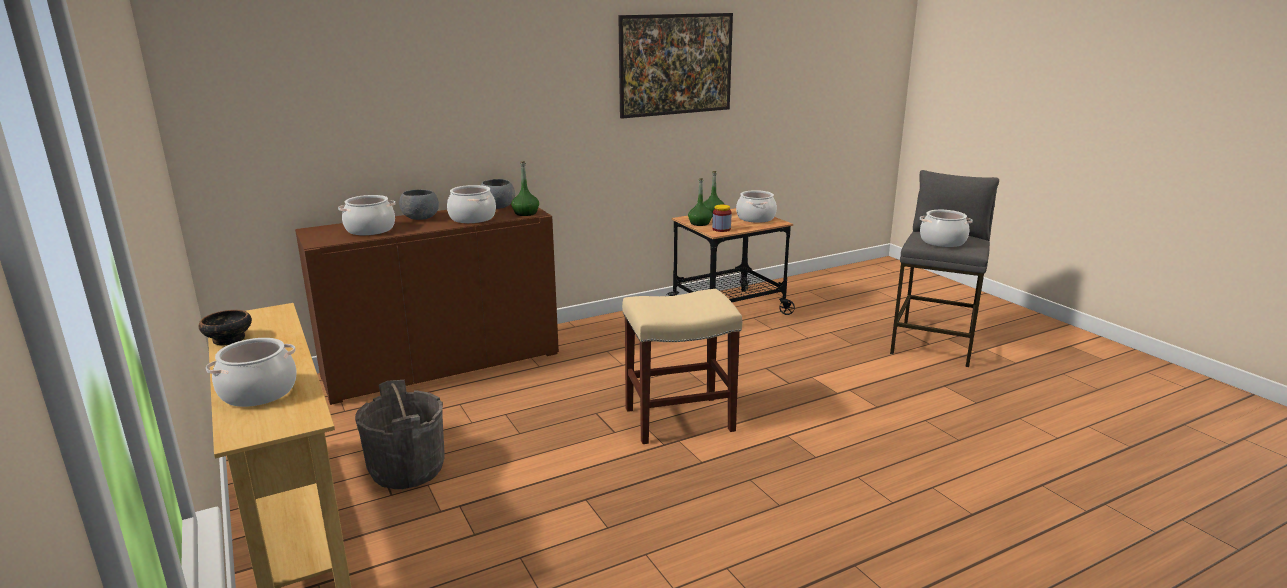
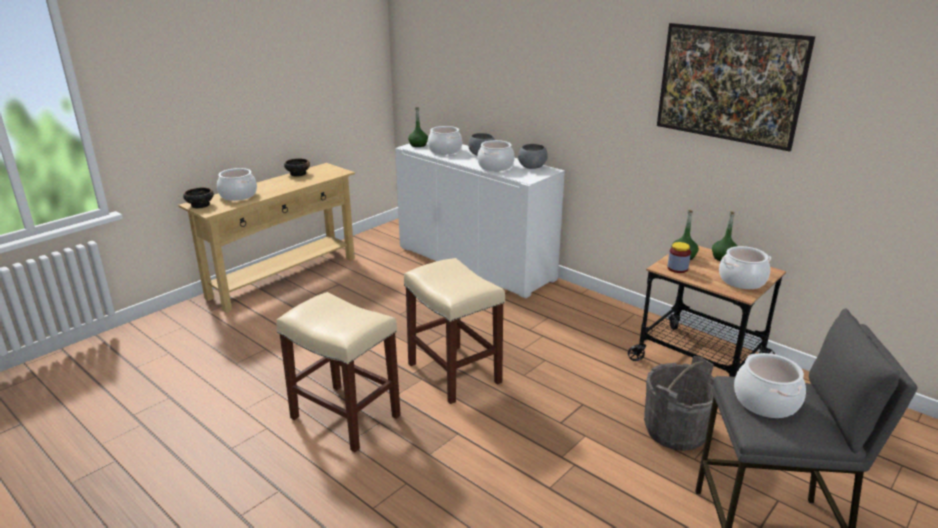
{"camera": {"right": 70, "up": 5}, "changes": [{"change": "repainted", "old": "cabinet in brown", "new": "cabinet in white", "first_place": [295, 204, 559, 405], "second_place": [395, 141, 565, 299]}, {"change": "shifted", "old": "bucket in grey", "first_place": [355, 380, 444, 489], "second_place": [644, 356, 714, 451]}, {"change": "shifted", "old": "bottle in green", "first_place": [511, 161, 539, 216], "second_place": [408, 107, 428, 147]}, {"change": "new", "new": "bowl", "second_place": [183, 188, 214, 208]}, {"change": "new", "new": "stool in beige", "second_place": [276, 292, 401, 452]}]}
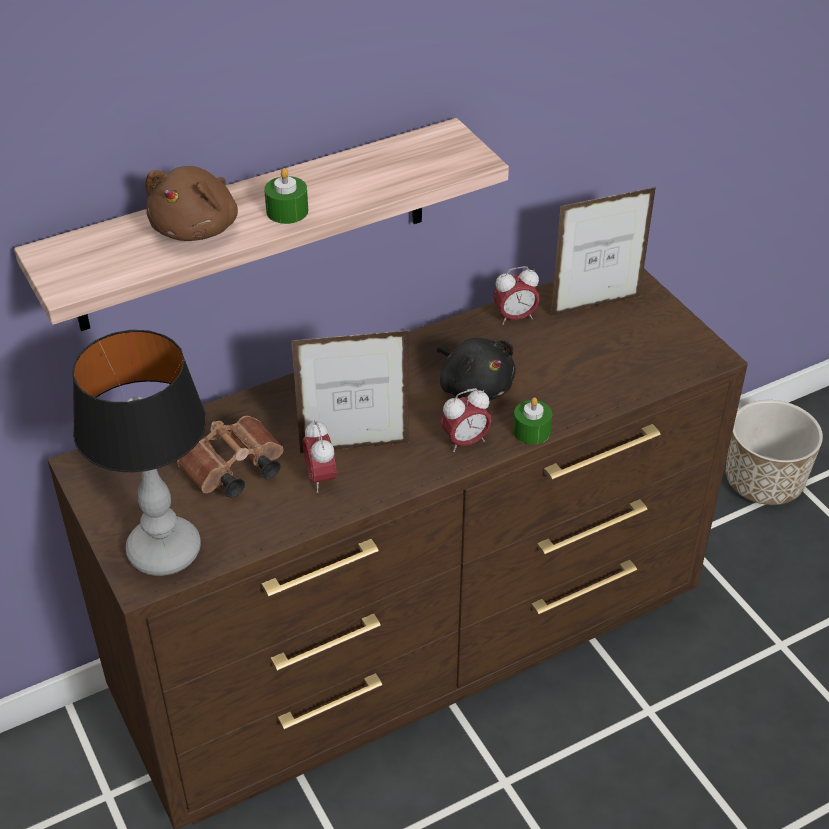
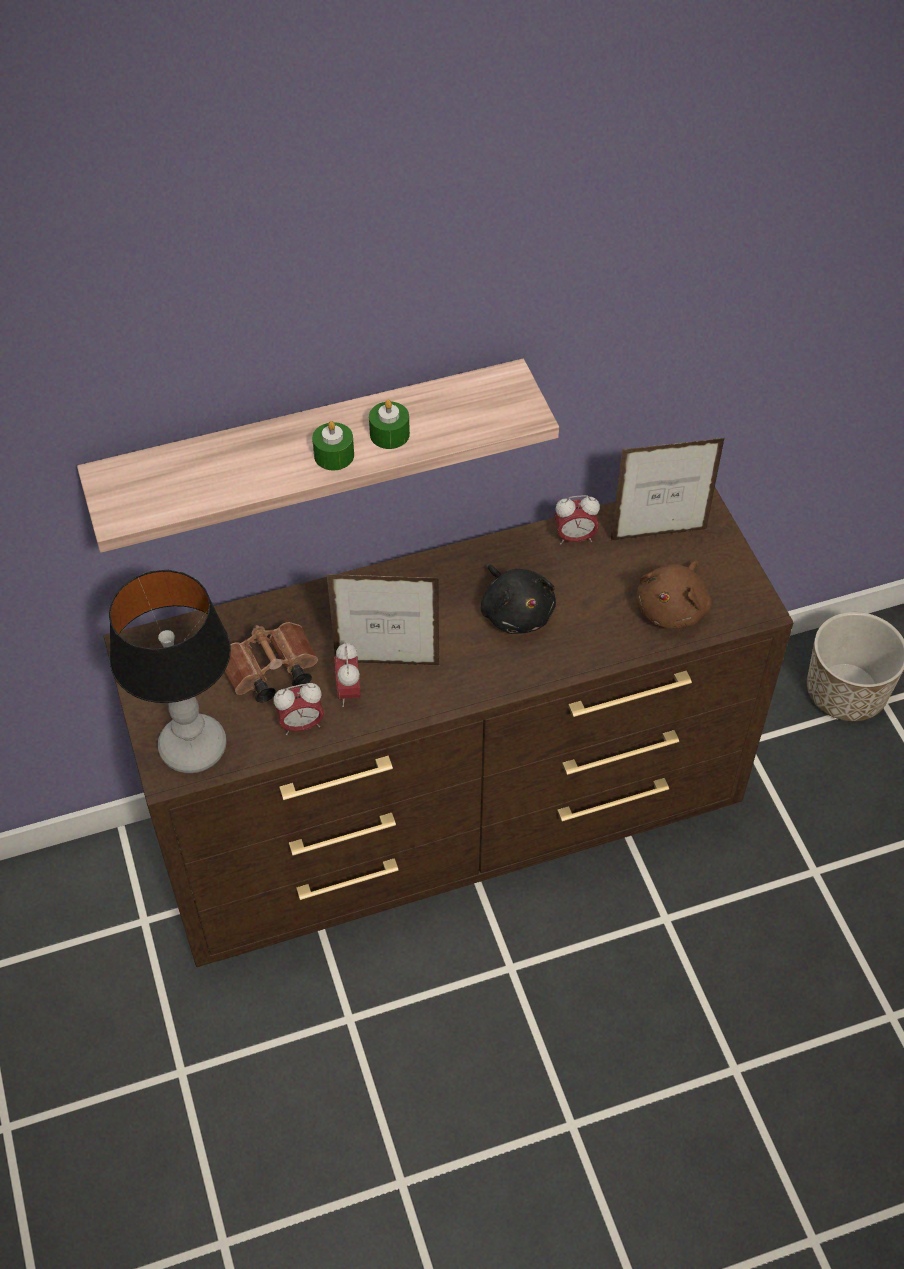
{"camera": {"right": 10, "up": 10}, "changes": [{"change": "shifted", "old": "plush toy in brown", "first_place": [145, 166, 238, 241], "second_place": [636, 561, 712, 629]}, {"change": "shifted", "old": "alarm clock", "first_place": [440, 388, 492, 452], "second_place": [273, 683, 324, 735]}, {"change": "shifted", "old": "candle in green", "first_place": [513, 397, 552, 445], "second_place": [369, 400, 410, 449]}]}
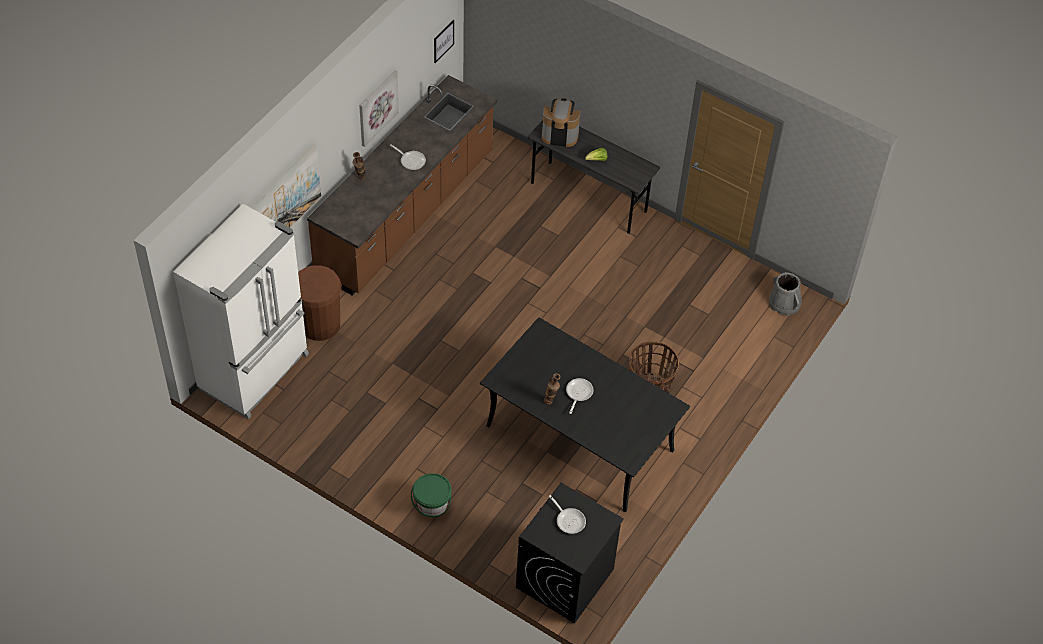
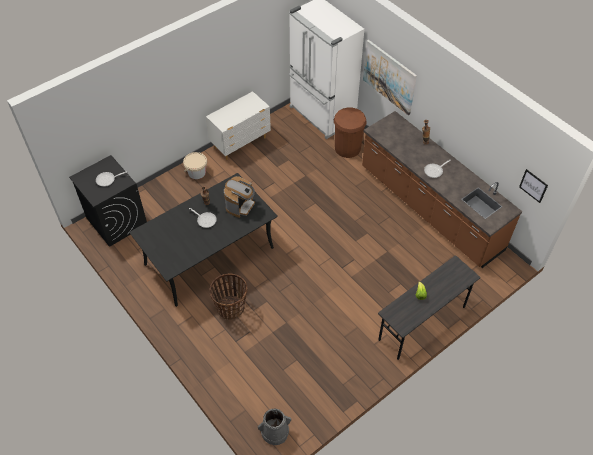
{"camera": {"right": 110, "up": 0}, "changes": [{"change": "gone", "old": "picture", "first_place": [359, 70, 399, 147]}, {"change": "repainted", "old": "bucket in green", "new": "bucket in beige", "first_place": [411, 473, 452, 517], "second_place": [183, 152, 207, 179]}, {"change": "shifted", "old": "coffee machine", "first_place": [542, 98, 581, 147], "second_place": [224, 176, 255, 218]}, {"change": "new", "new": "dresser in white", "second_place": [206, 91, 271, 160]}]}
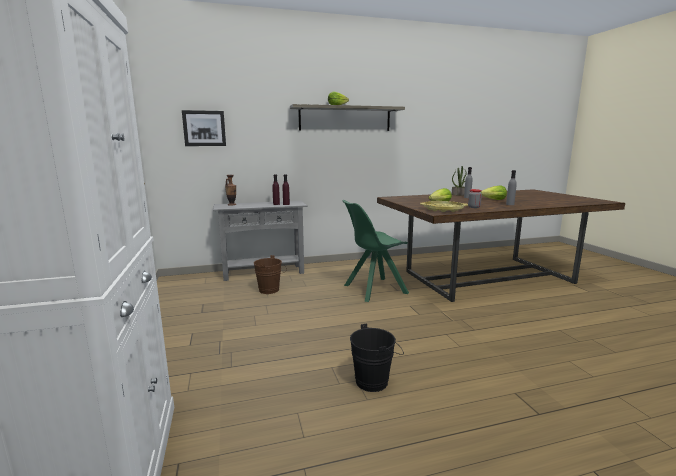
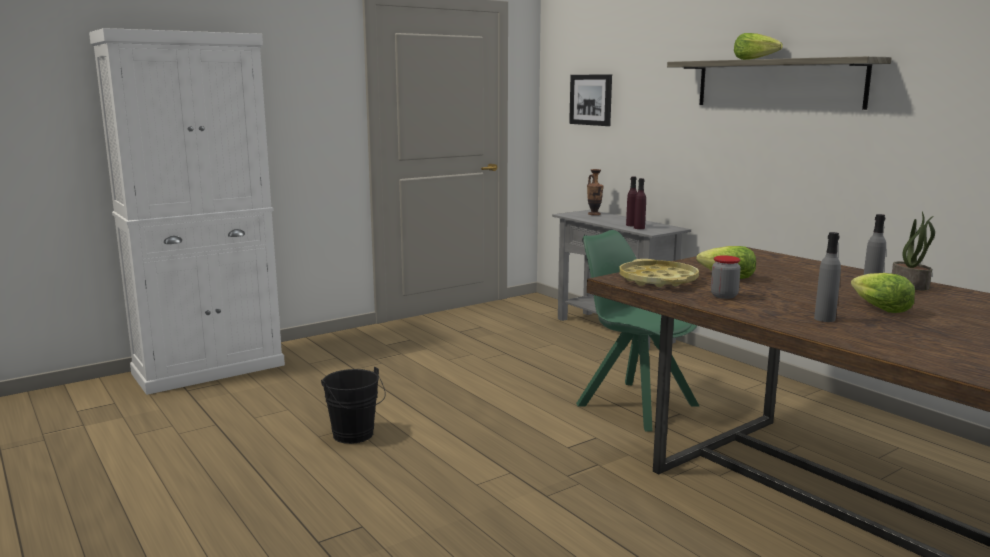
{"camera": {"right": 70, "up": 0}, "changes": [{"change": "gone", "old": "bucket in brown", "first_place": [254, 255, 287, 294]}]}
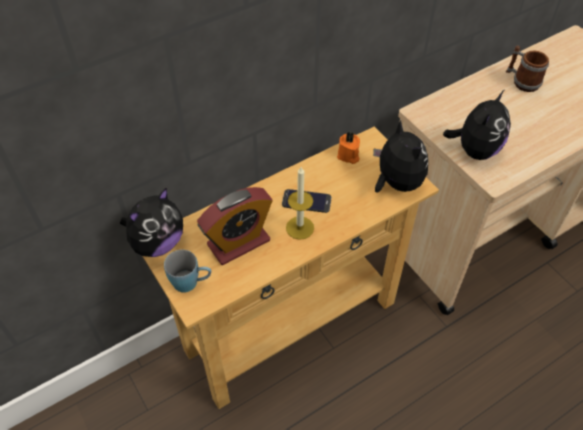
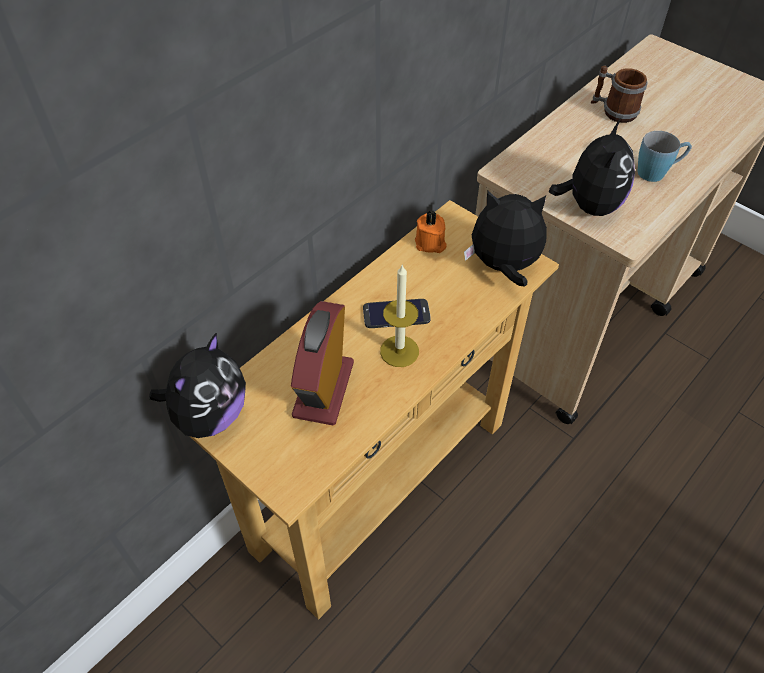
{"camera": {"right": -15, "up": 0}, "changes": [{"change": "shifted", "old": "mug in blue", "first_place": [164, 250, 211, 292], "second_place": [637, 131, 692, 182]}, {"change": "rotated", "old": "alarm clock", "first_place": [197, 187, 273, 265], "second_place": [291, 301, 354, 425], "degrees": 150}, {"change": "rotated", "old": "plush toy", "first_place": [373, 120, 428, 193], "second_place": [464, 191, 547, 286], "degrees": -45}]}
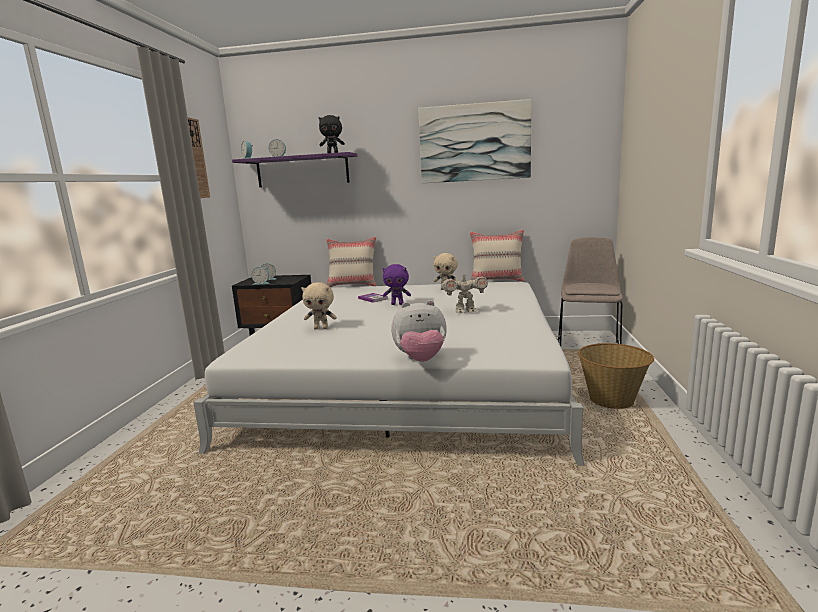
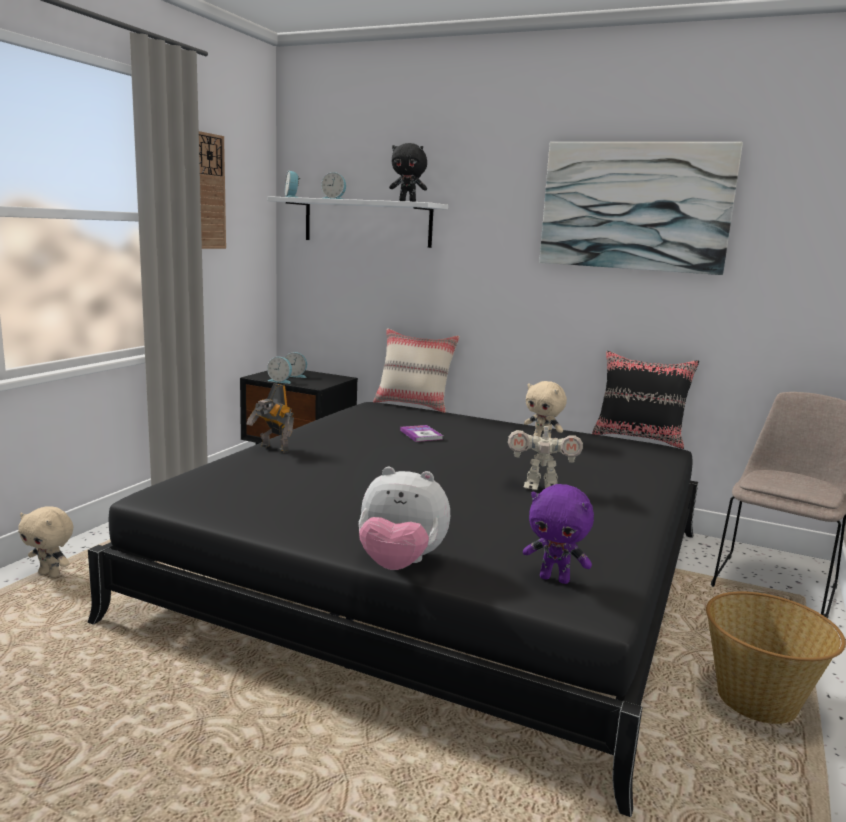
{"camera": {"right": 15, "up": 0}, "changes": [{"change": "repainted", "old": "bed in white", "new": "bed in black", "first_place": [193, 282, 585, 466], "second_place": [87, 402, 698, 817]}, {"change": "repainted", "old": "shelf in purple", "new": "shelf in white", "first_place": [232, 152, 357, 188], "second_place": [267, 196, 448, 248]}, {"change": "shifted", "old": "plush toy in beige", "first_place": [302, 282, 337, 330], "second_place": [18, 506, 73, 577]}, {"change": "shifted", "old": "plush toy in purple", "first_place": [383, 264, 411, 305], "second_place": [523, 484, 594, 584]}, {"change": "repainted", "old": "pillow in beige", "new": "pillow in black", "first_place": [470, 229, 525, 282], "second_place": [592, 351, 699, 449]}, {"change": "new", "new": "toy robot", "second_place": [247, 384, 294, 453]}]}
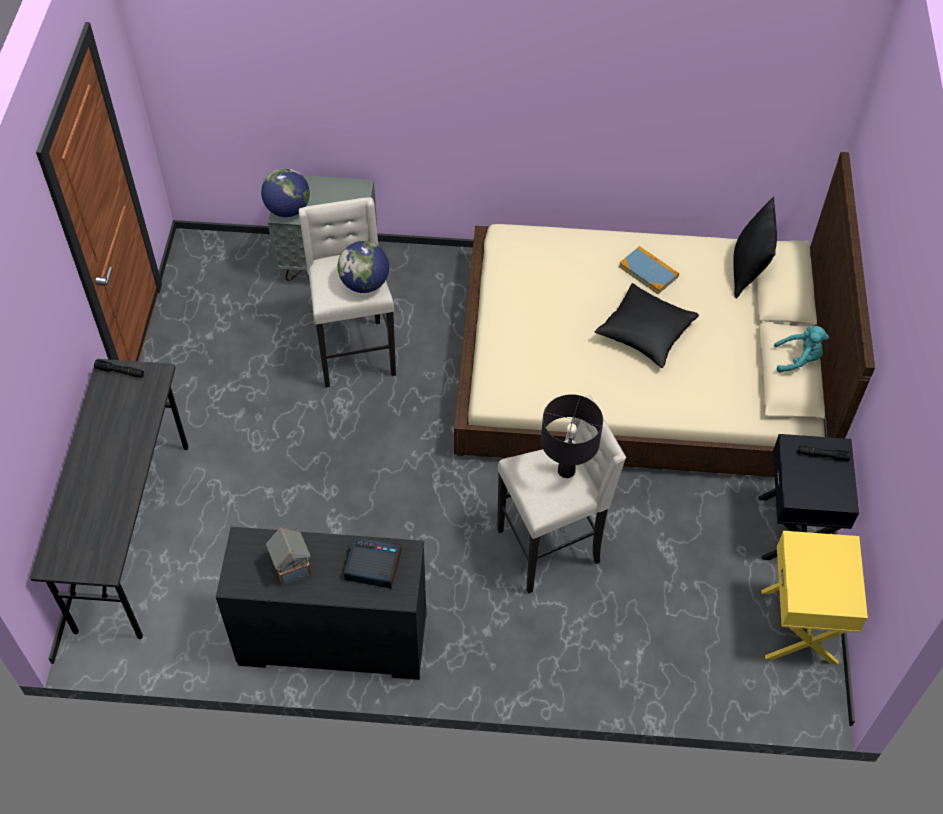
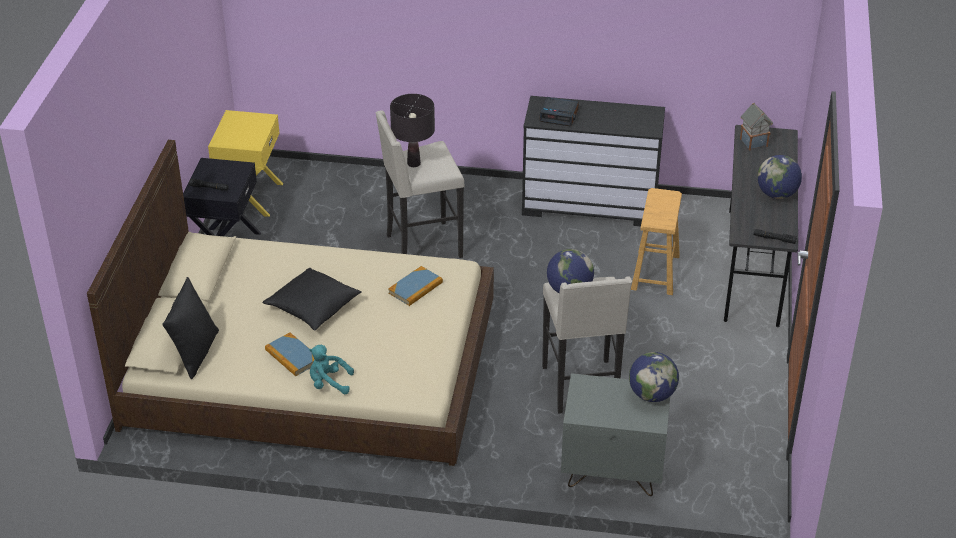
{"camera": {"right": -175, "up": -15}, "changes": [{"change": "shifted", "old": "toy house", "first_place": [266, 526, 311, 587], "second_place": [740, 103, 773, 151]}, {"change": "shifted", "old": "plush toy in turquoise", "first_place": [774, 326, 829, 373], "second_place": [309, 345, 354, 394]}, {"change": "new", "new": "book", "second_place": [388, 266, 443, 306]}, {"change": "new", "new": "stool in brown", "second_place": [631, 188, 682, 295]}, {"change": "new", "new": "globe", "second_place": [757, 155, 802, 199]}]}
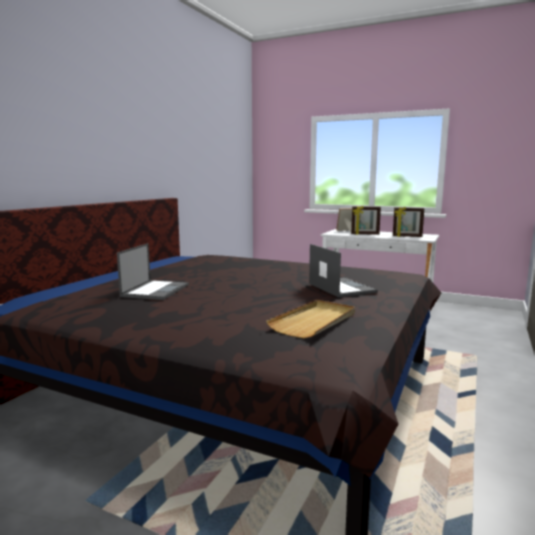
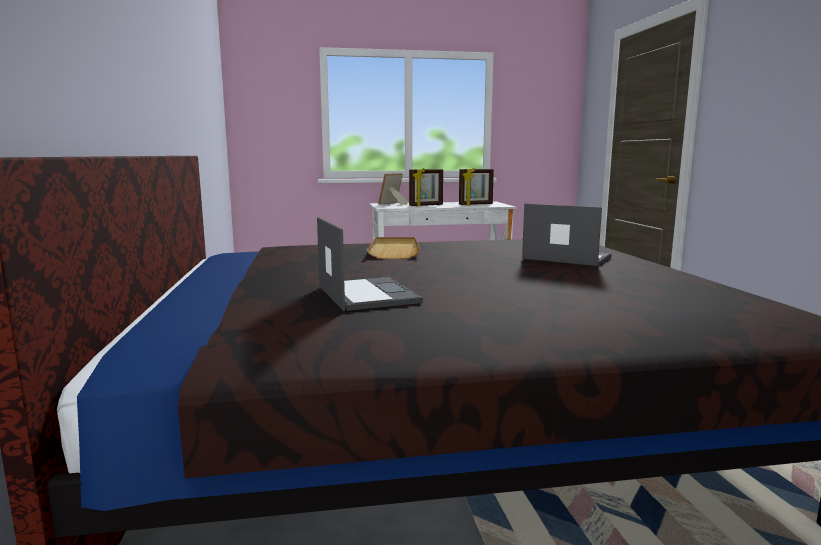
{"camera": {"right": -35, "up": 0}, "changes": [{"change": "shifted", "old": "tray in beige", "first_place": [266, 300, 355, 338], "second_place": [367, 237, 420, 259]}]}
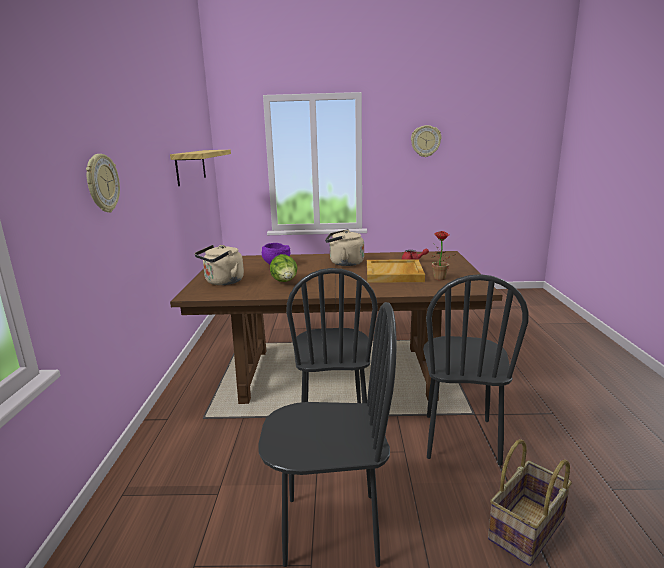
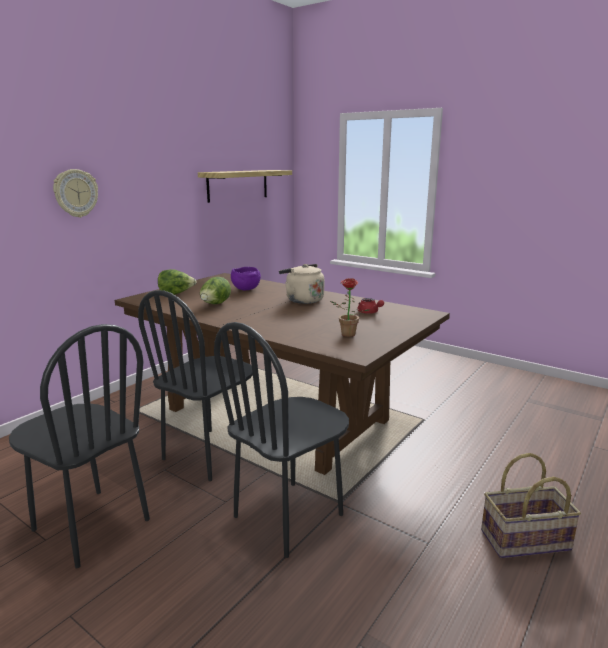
{"camera": {"right": 35, "up": 0}, "changes": [{"change": "swapped", "old": "kettle in beige", "new": "lettuce", "first_place": [194, 245, 244, 285], "second_place": [158, 269, 197, 295]}, {"change": "gone", "old": "tray in beige", "first_place": [367, 259, 425, 283]}, {"change": "gone", "old": "wall clock", "first_place": [411, 125, 441, 157]}, {"change": "shifted", "old": "basket", "first_place": [488, 439, 572, 566], "second_place": [481, 453, 581, 558]}]}
